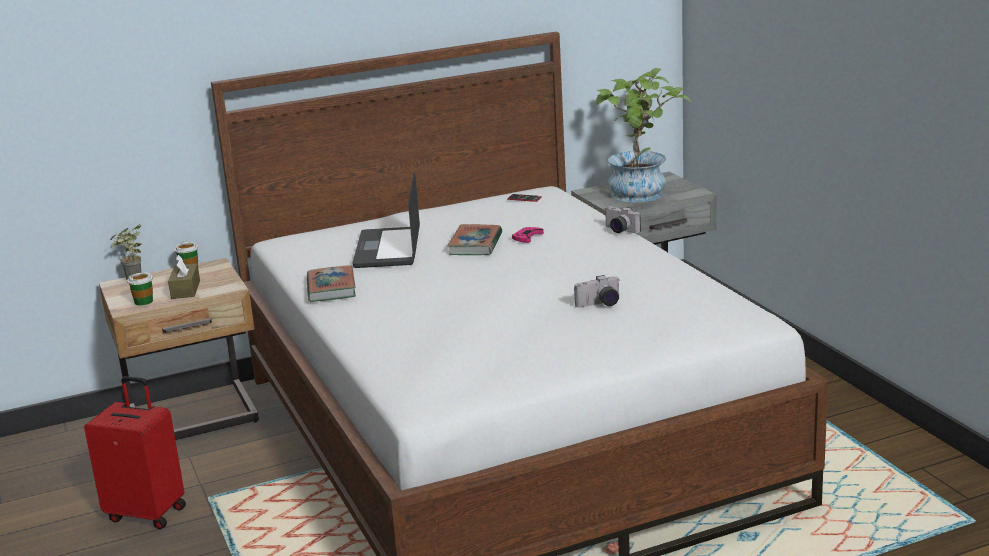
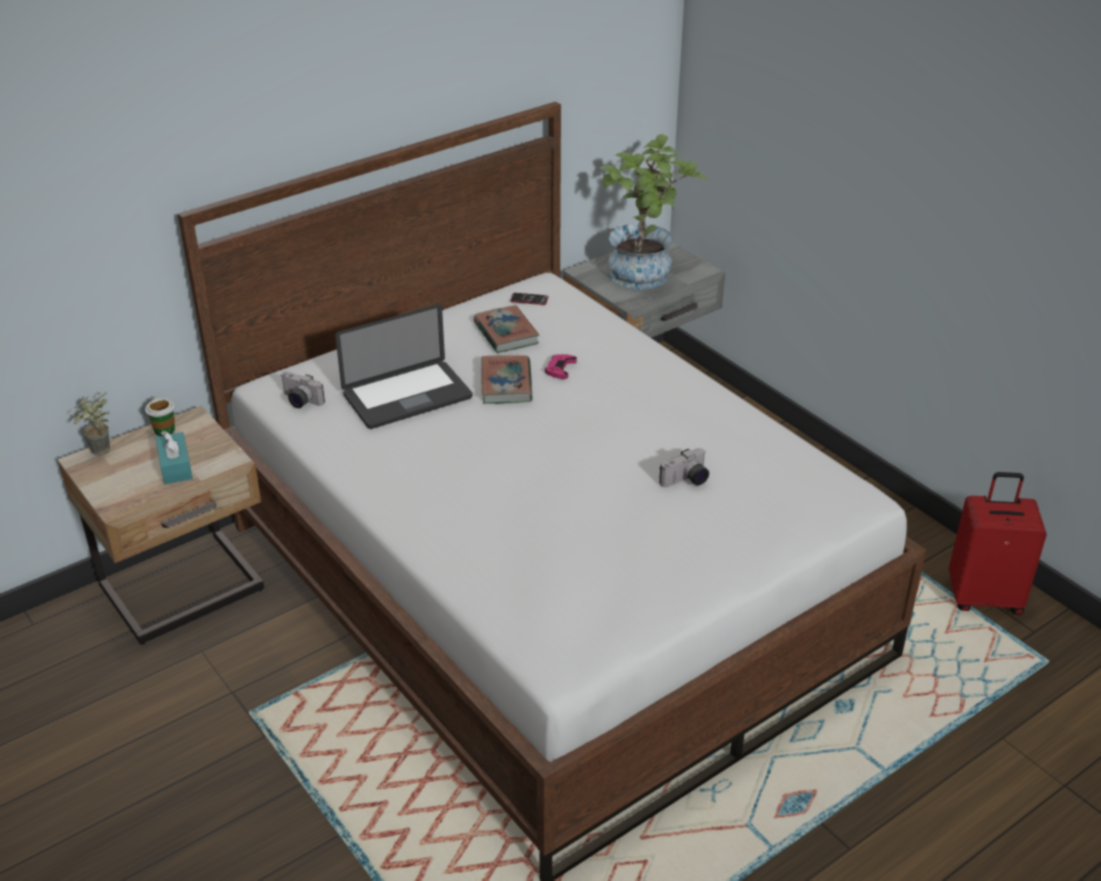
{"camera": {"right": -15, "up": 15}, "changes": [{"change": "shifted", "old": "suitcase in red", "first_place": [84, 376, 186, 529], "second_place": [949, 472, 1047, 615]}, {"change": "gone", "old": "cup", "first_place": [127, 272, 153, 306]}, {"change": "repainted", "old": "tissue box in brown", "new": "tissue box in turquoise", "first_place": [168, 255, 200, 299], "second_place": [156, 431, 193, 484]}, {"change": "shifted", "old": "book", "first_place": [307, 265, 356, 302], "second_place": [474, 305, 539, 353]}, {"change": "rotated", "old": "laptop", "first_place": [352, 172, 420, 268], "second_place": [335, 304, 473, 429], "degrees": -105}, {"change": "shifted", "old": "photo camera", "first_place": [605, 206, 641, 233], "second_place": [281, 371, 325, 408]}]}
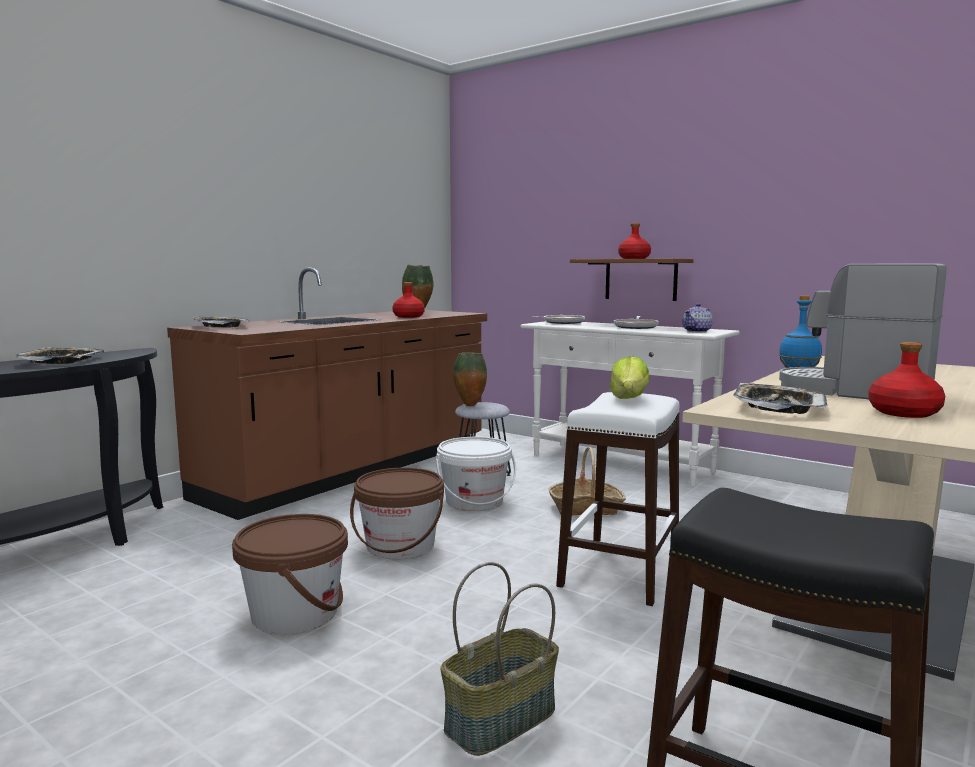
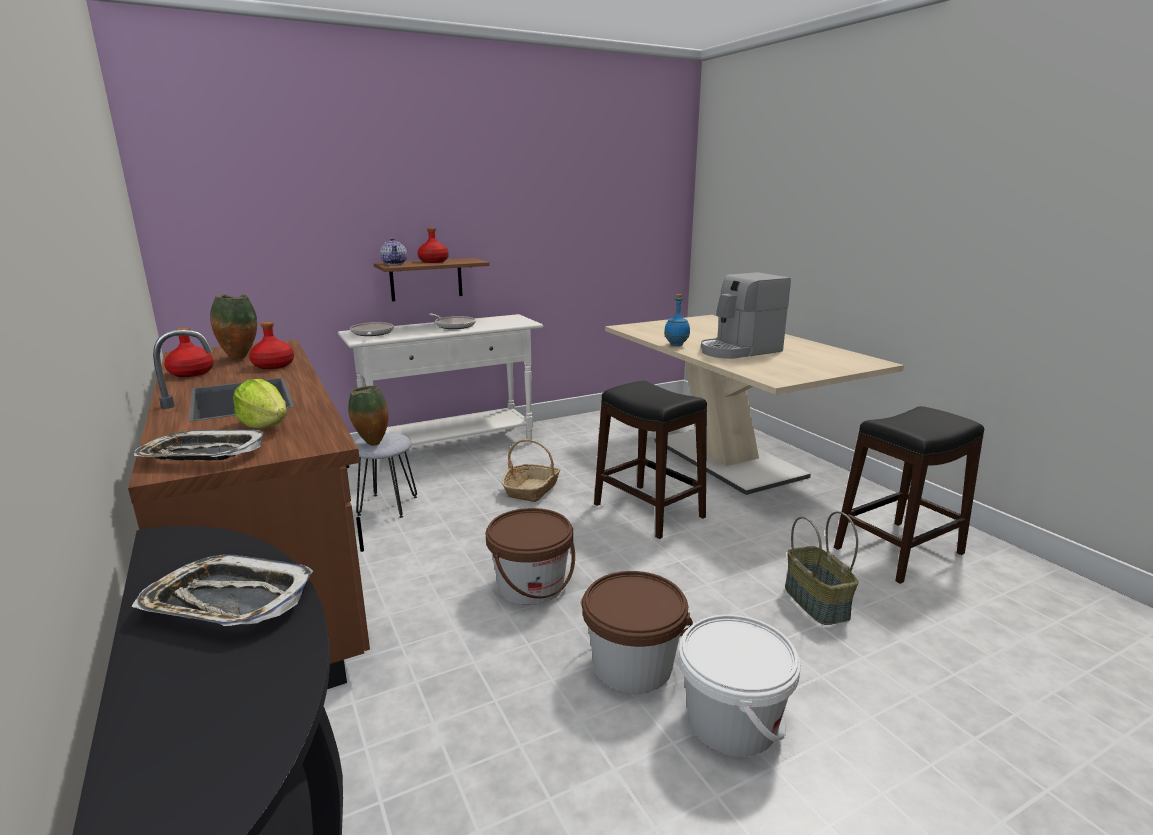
{"camera": {"right": -65, "up": 10}, "changes": [{"change": "shifted", "old": "bucket in white", "first_place": [436, 437, 516, 511], "second_place": [678, 614, 801, 757]}, {"change": "repainted", "old": "stool in white", "new": "stool in black", "first_place": [556, 392, 680, 606], "second_place": [594, 381, 707, 539]}, {"change": "shifted", "old": "lettuce", "first_place": [610, 356, 650, 399], "second_place": [233, 379, 287, 429]}, {"change": "shifted", "old": "teapot", "first_place": [683, 303, 713, 332], "second_place": [380, 238, 407, 265]}, {"change": "gone", "old": "tray", "first_place": [733, 383, 828, 414]}, {"change": "shifted", "old": "bottle in red", "first_place": [868, 342, 945, 418], "second_place": [164, 327, 214, 377]}]}
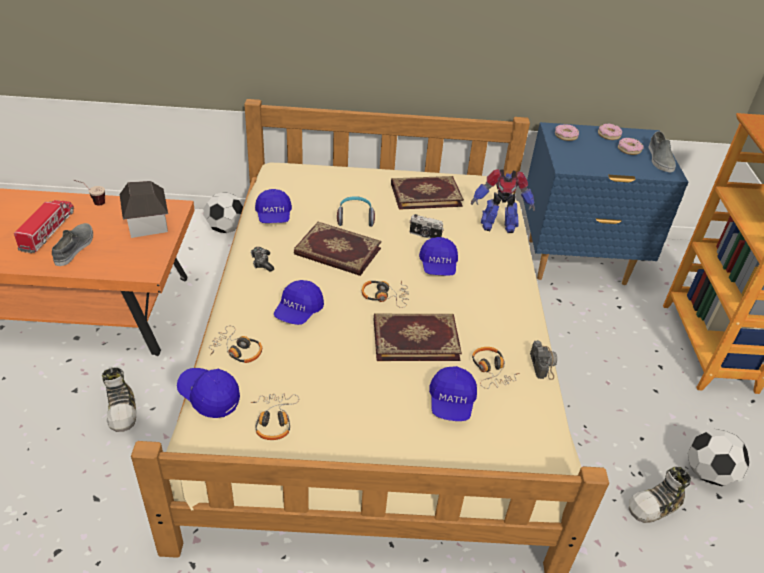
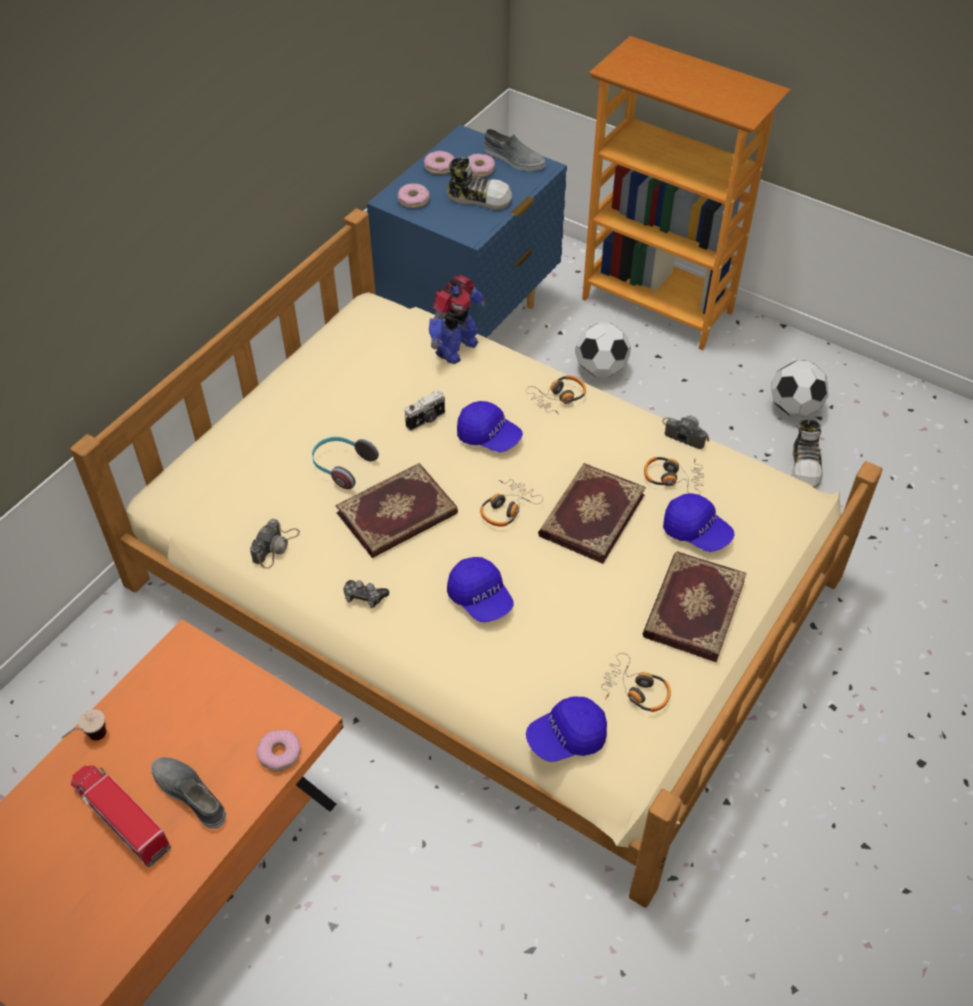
{"camera": {"right": -55, "up": 10}, "changes": [{"change": "shifted", "old": "shoe", "first_place": [102, 368, 136, 432], "second_place": [447, 157, 512, 210]}, {"change": "gone", "old": "toy house", "first_place": [119, 181, 168, 238]}, {"change": "shifted", "old": "football", "first_place": [204, 192, 243, 233], "second_place": [575, 322, 631, 378]}, {"change": "shifted", "old": "headphones", "first_place": [209, 326, 262, 363], "second_place": [526, 375, 586, 414]}, {"change": "swapped", "old": "cap in blue", "new": "photo camera", "first_place": [255, 189, 292, 223], "second_place": [250, 519, 300, 569]}, {"change": "shifted", "old": "book", "first_place": [391, 176, 464, 210], "second_place": [643, 552, 747, 662]}, {"change": "new", "new": "donut", "second_place": [257, 730, 300, 772]}]}
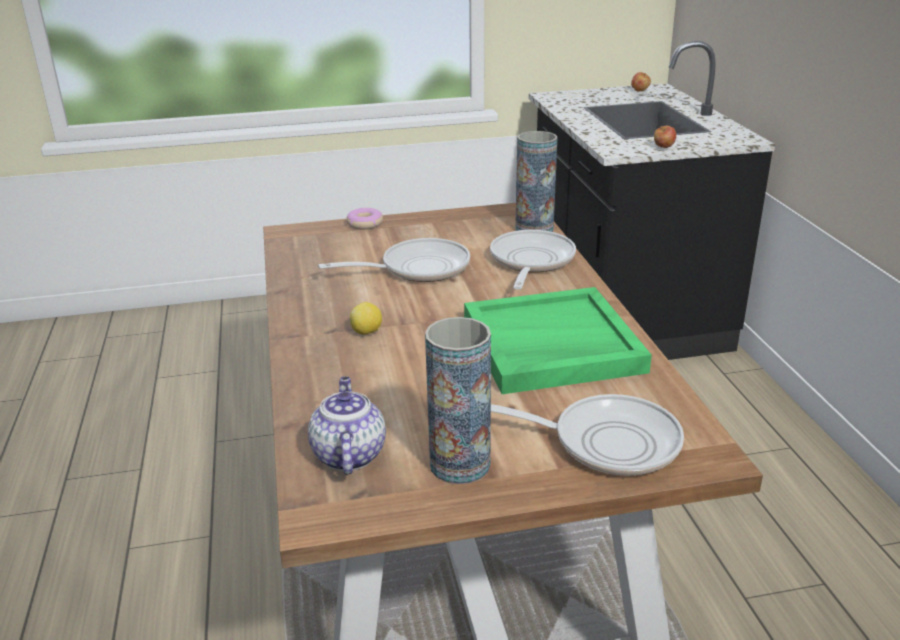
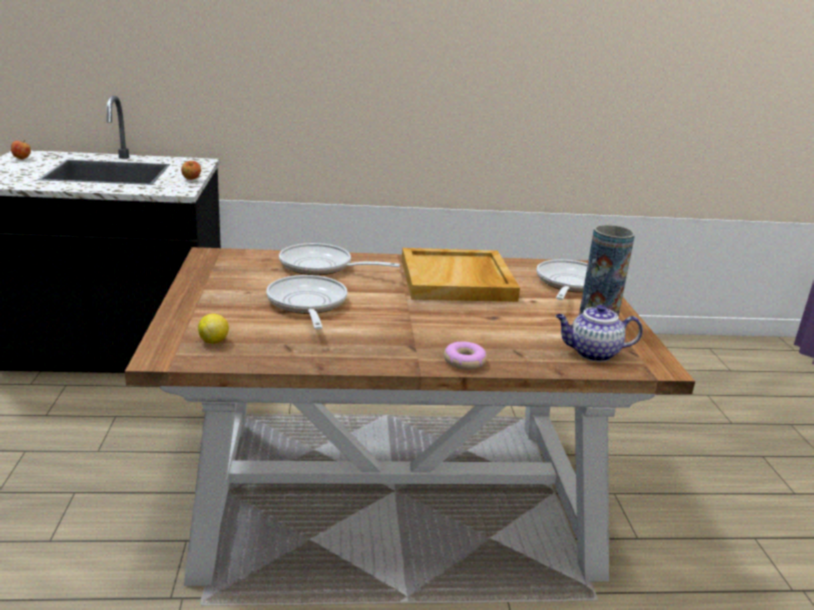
{"camera": {"right": -85, "up": -5}, "changes": [{"change": "shifted", "old": "donut", "first_place": [347, 208, 383, 229], "second_place": [444, 341, 487, 370]}, {"change": "shifted", "old": "lemon", "first_place": [350, 302, 382, 335], "second_place": [198, 314, 229, 344]}, {"change": "repainted", "old": "tray in green", "new": "tray in beige", "first_place": [464, 287, 652, 394], "second_place": [402, 248, 520, 302]}, {"change": "gone", "old": "vase", "first_place": [515, 131, 558, 232]}]}
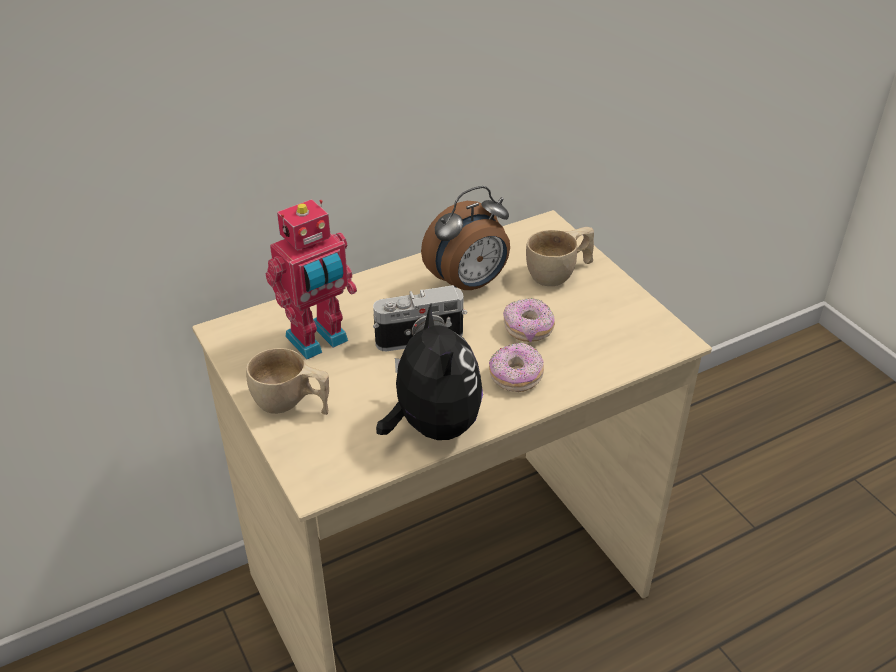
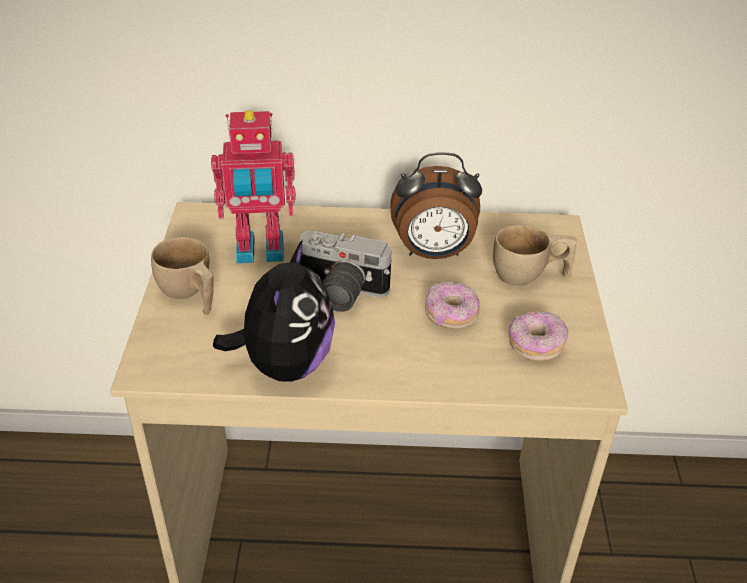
{"camera": {"right": 30, "up": 0}, "changes": [{"change": "shifted", "old": "donut", "first_place": [489, 343, 544, 392], "second_place": [509, 311, 568, 361]}]}
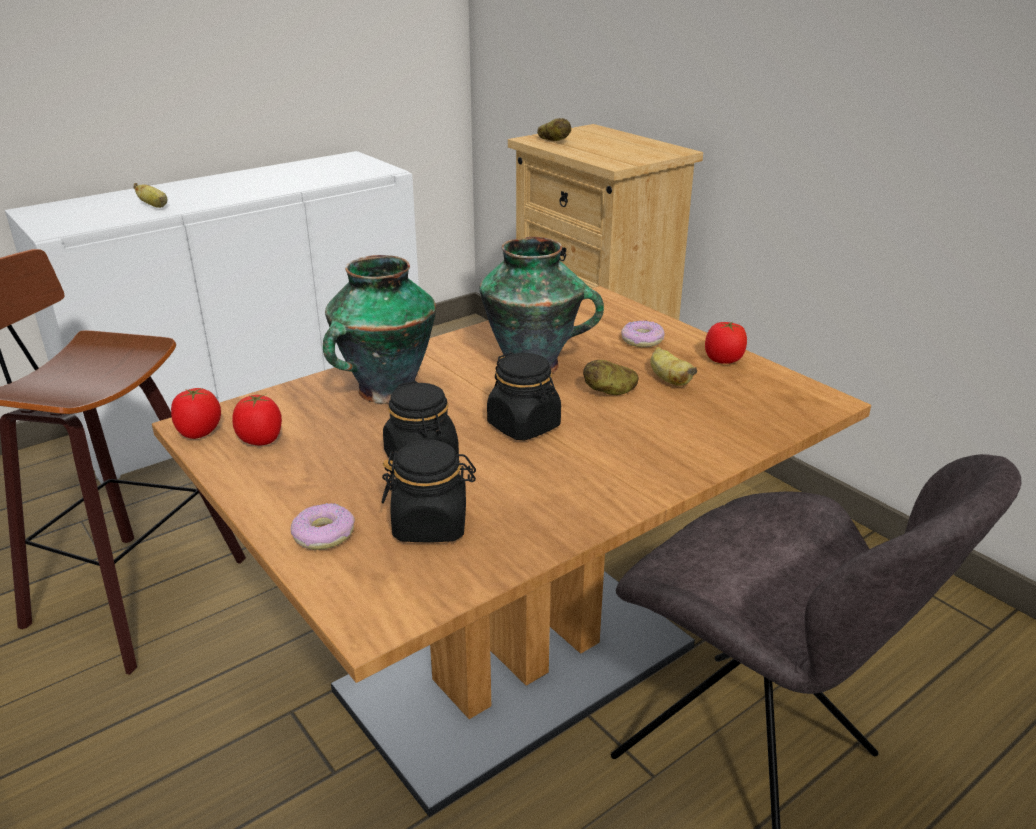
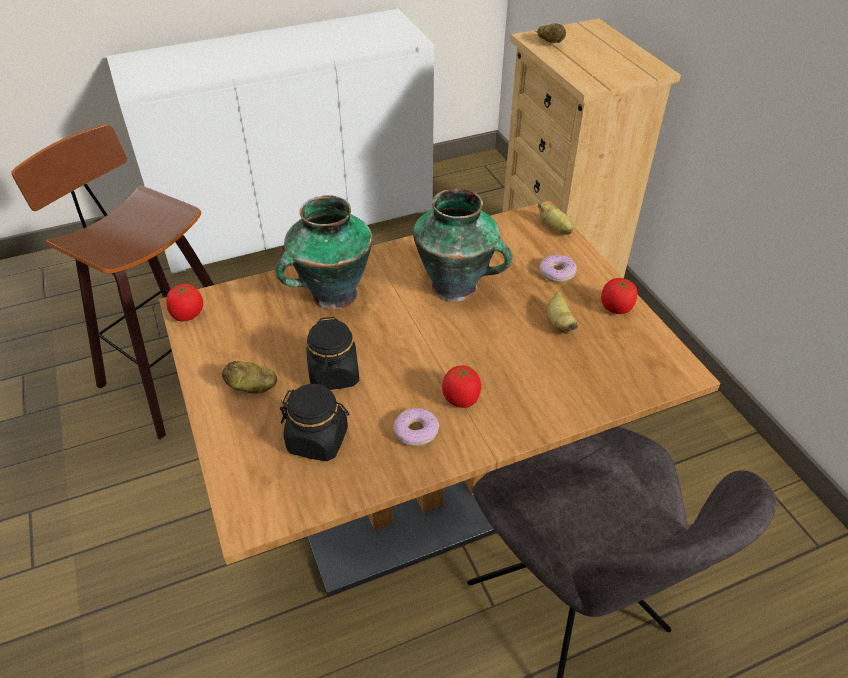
{"camera": {"right": 15, "up": 15}, "changes": [{"change": "shifted", "old": "banana", "first_place": [133, 183, 167, 208], "second_place": [538, 201, 574, 235]}, {"change": "shifted", "old": "tomato", "first_place": [232, 394, 282, 445], "second_place": [442, 365, 481, 408]}, {"change": "shifted", "old": "donut", "first_place": [291, 503, 355, 550], "second_place": [393, 408, 439, 446]}, {"change": "gone", "old": "jar in black", "first_place": [487, 352, 561, 441]}, {"change": "shifted", "old": "potato", "first_place": [583, 360, 638, 395], "second_place": [222, 361, 277, 394]}]}
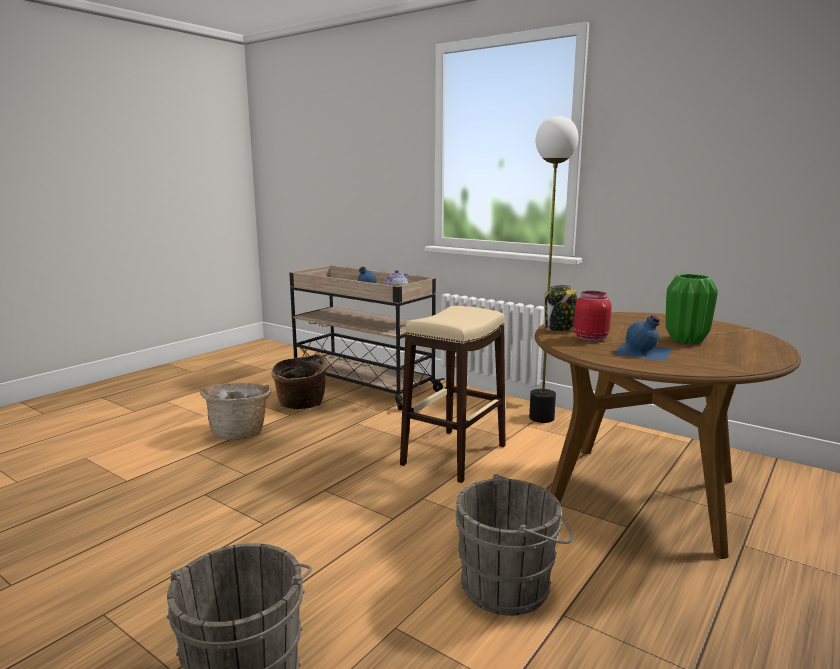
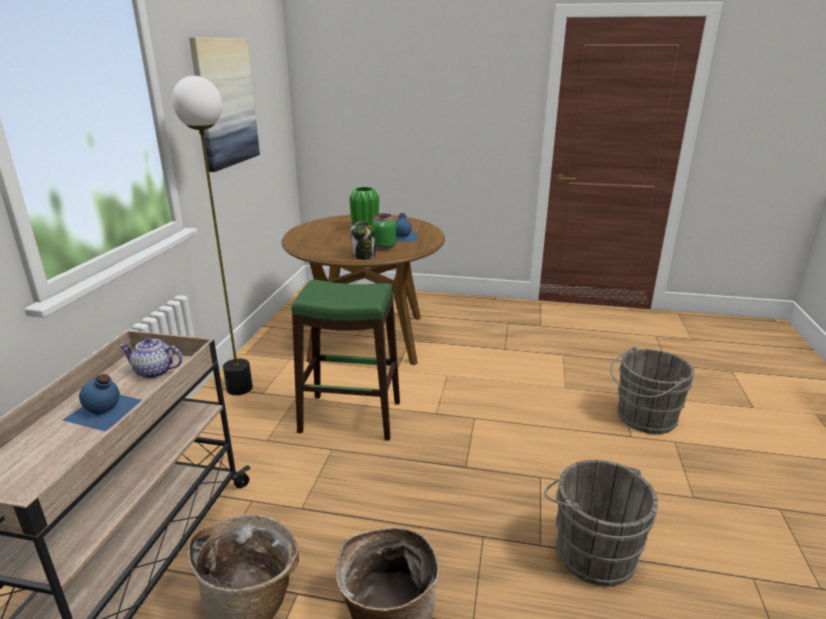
{"camera": {"right": -115, "up": 10}, "changes": [{"change": "repainted", "old": "stool in beige", "new": "stool in green", "first_place": [400, 306, 505, 483], "second_place": [292, 280, 400, 441]}, {"change": "shifted", "old": "bucket in grey", "first_place": [456, 474, 573, 616], "second_place": [544, 460, 658, 586]}, {"change": "repainted", "old": "jar in red", "new": "jar in green", "first_place": [574, 291, 612, 342], "second_place": [371, 213, 396, 250]}, {"change": "new", "new": "picture", "second_place": [189, 37, 260, 172]}]}
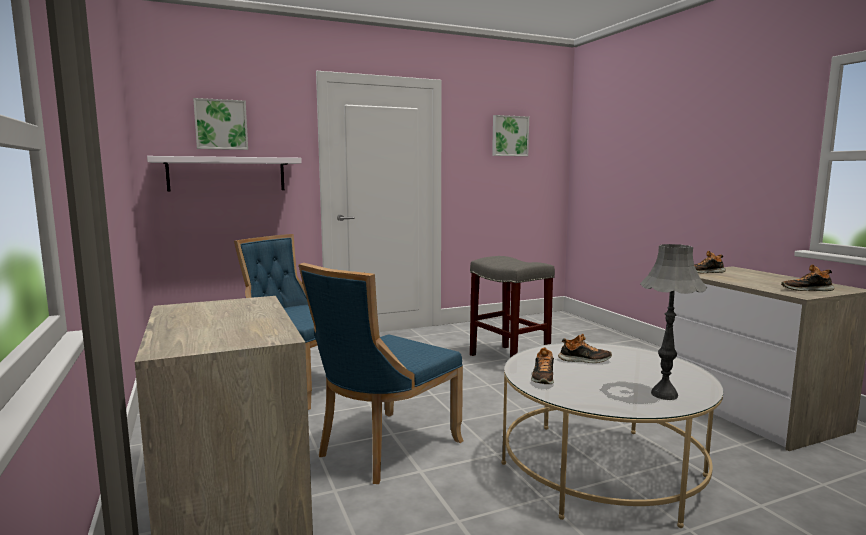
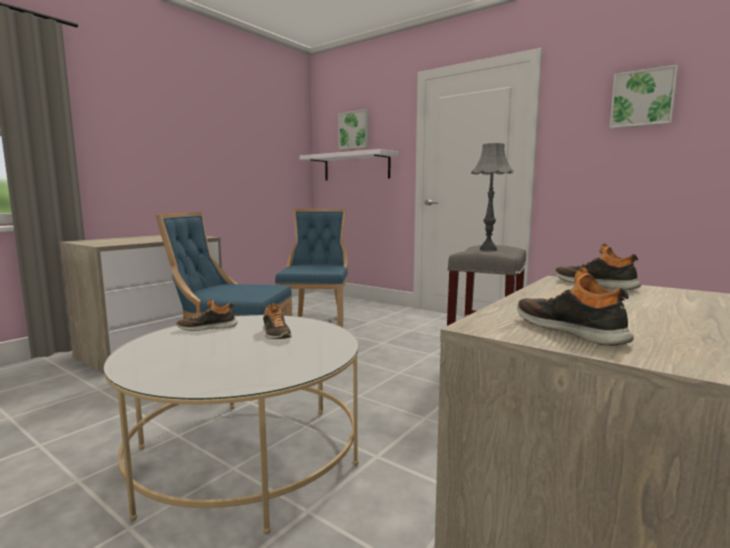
{"camera": {"right": 60, "up": 0}, "changes": [{"change": "shifted", "old": "table lamp in grey", "first_place": [640, 244, 707, 400], "second_place": [471, 143, 514, 251]}]}
